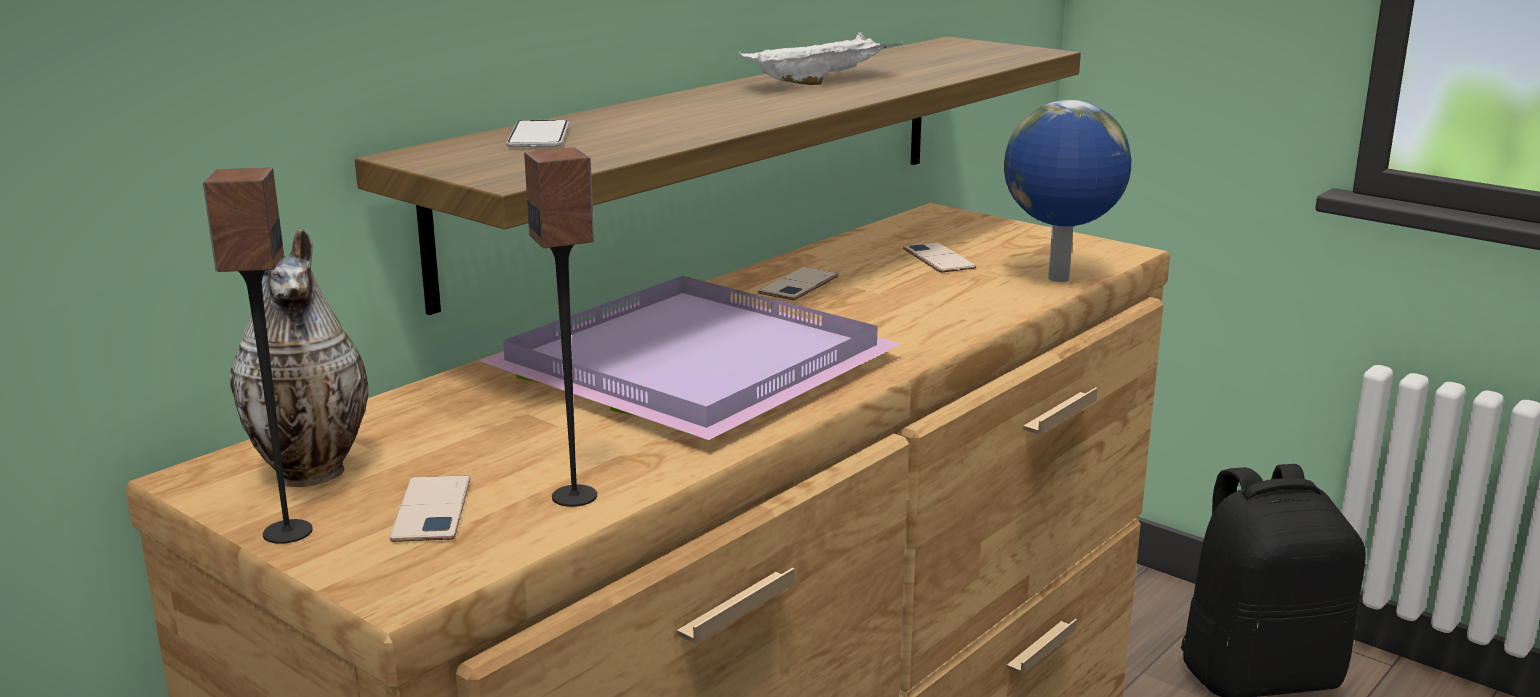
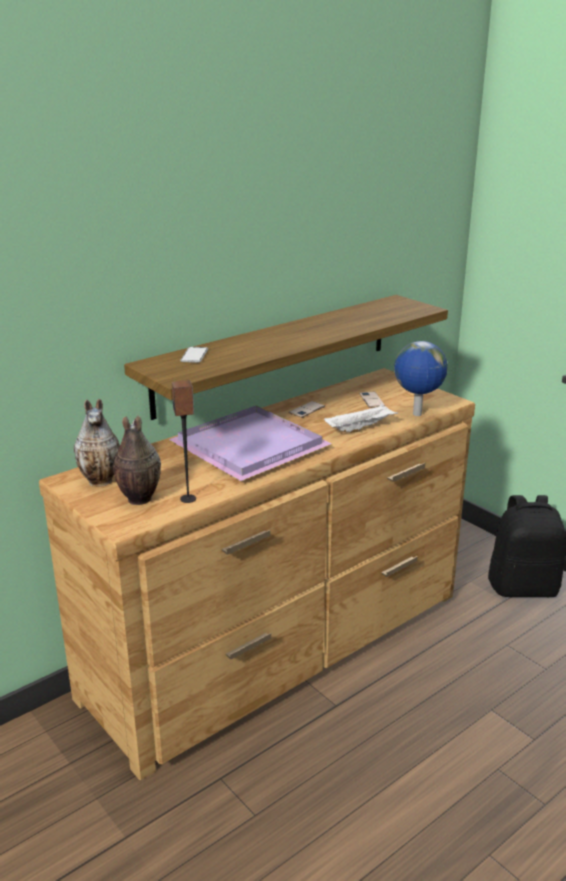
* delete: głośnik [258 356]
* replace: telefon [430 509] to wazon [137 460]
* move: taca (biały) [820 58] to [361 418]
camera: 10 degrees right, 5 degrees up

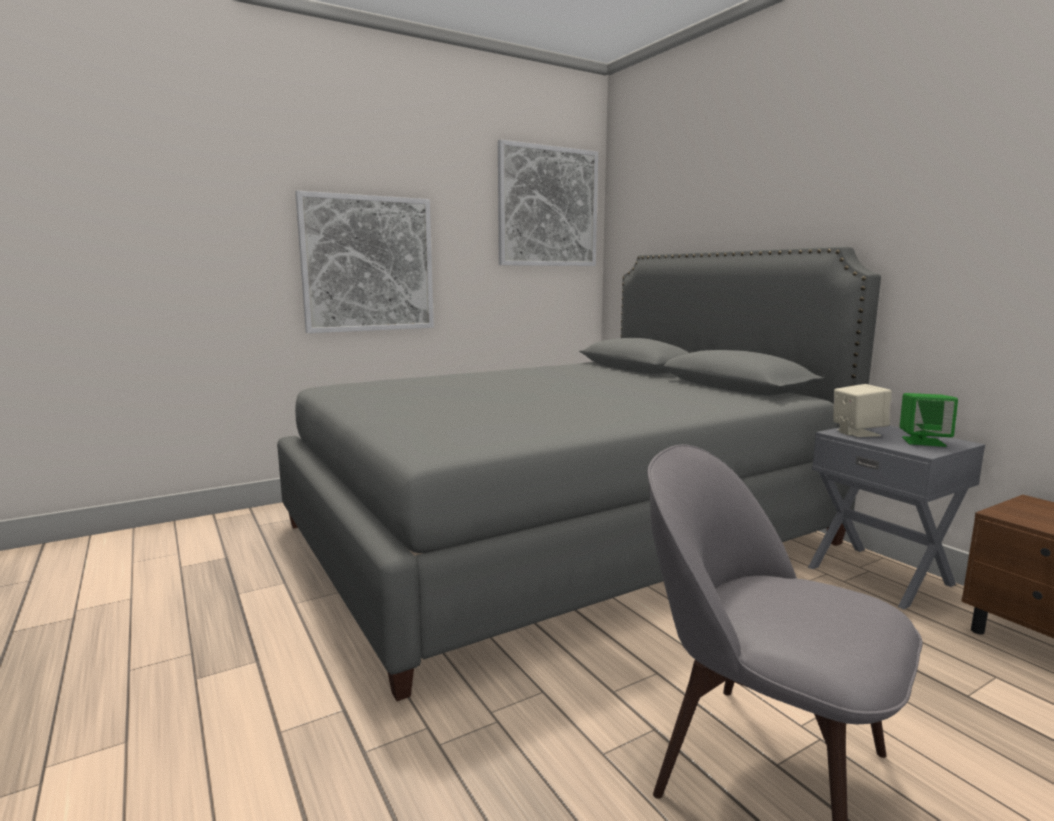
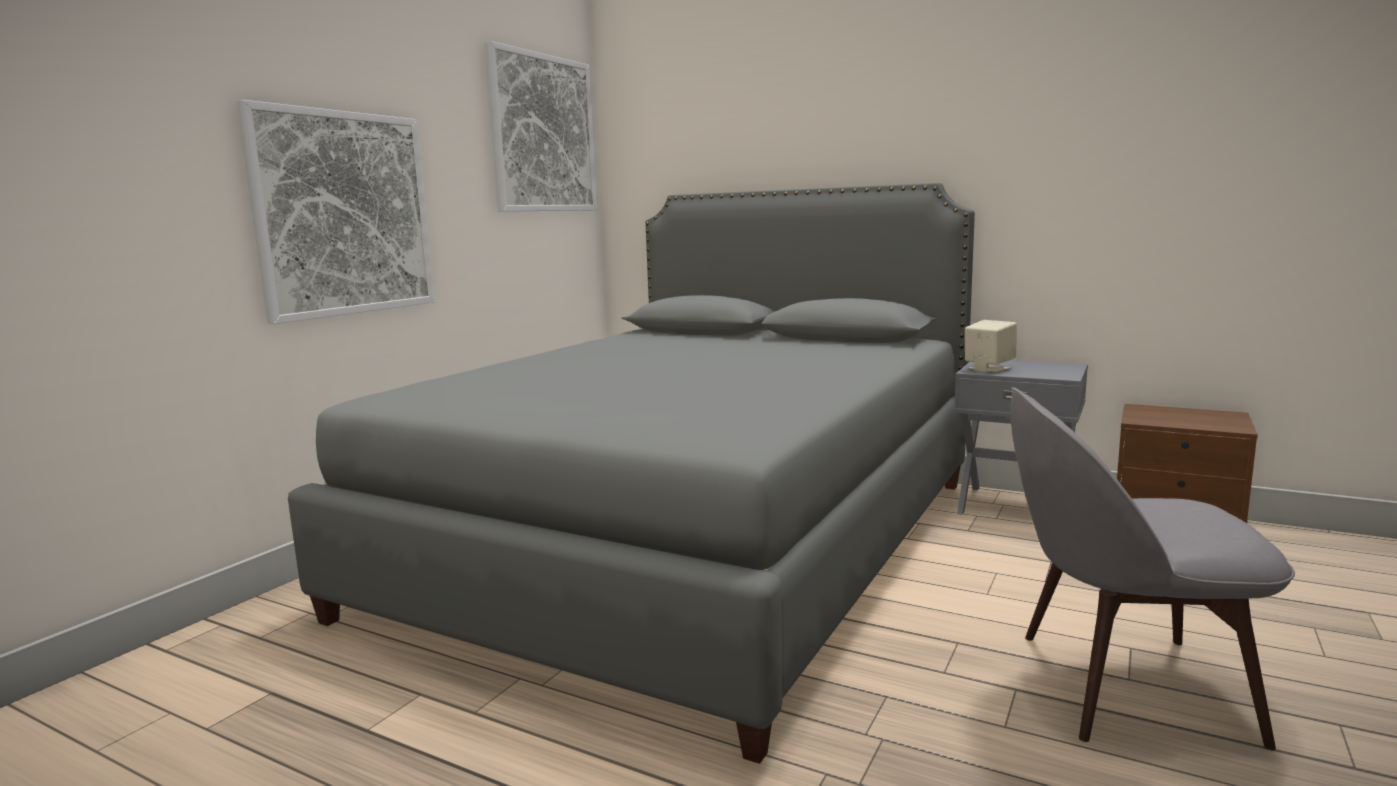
* delete: głośnik (zielony) [929 420]
camera: 30 degrees left, 0 degrees up

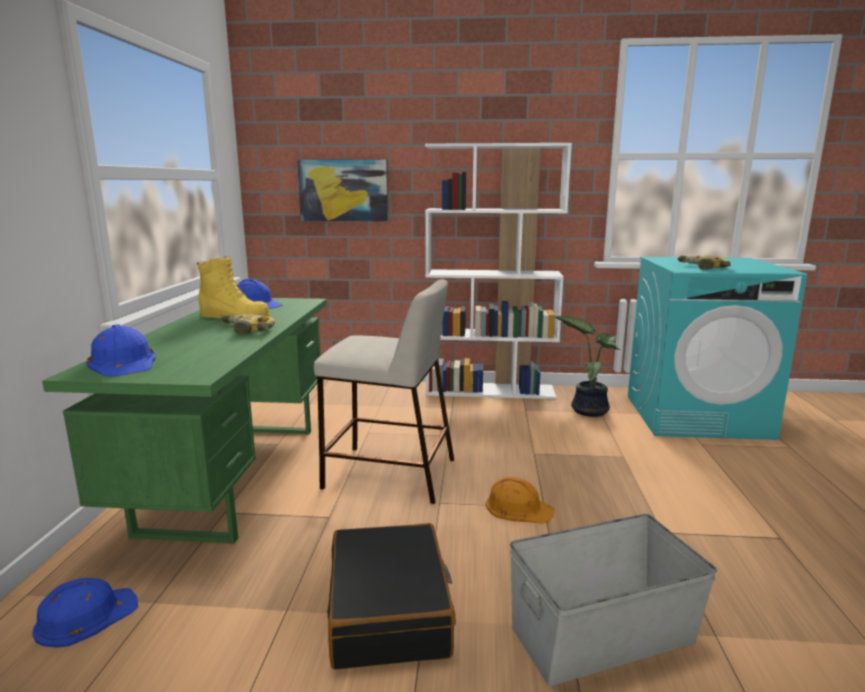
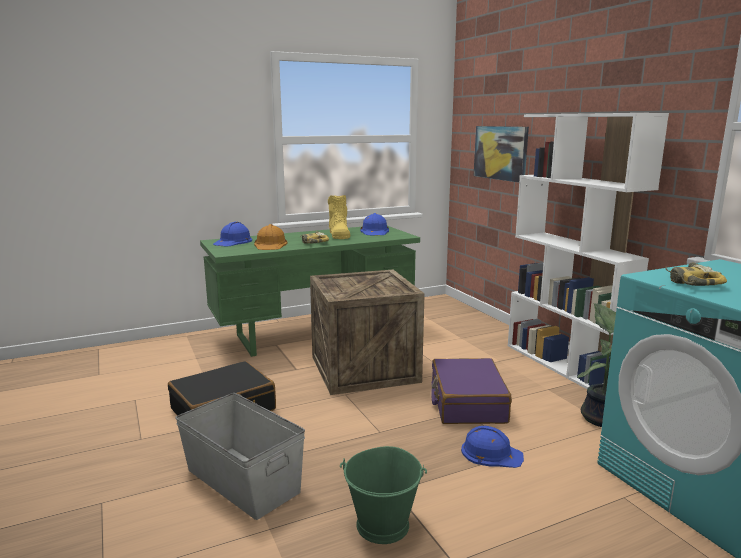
* move: kask (niebieski) [85 613] to [492 447]
* replace: stołek (beżowy) [384 391] to skrzynka [367 332]
* move: kask (pomarańczowy) [520 500] to [270 237]
* insert: wiadro (zielony) [383 495]
* insert: walizka (fioletowy) [471 391]
camera: 60 degrees right, 0 degrees up

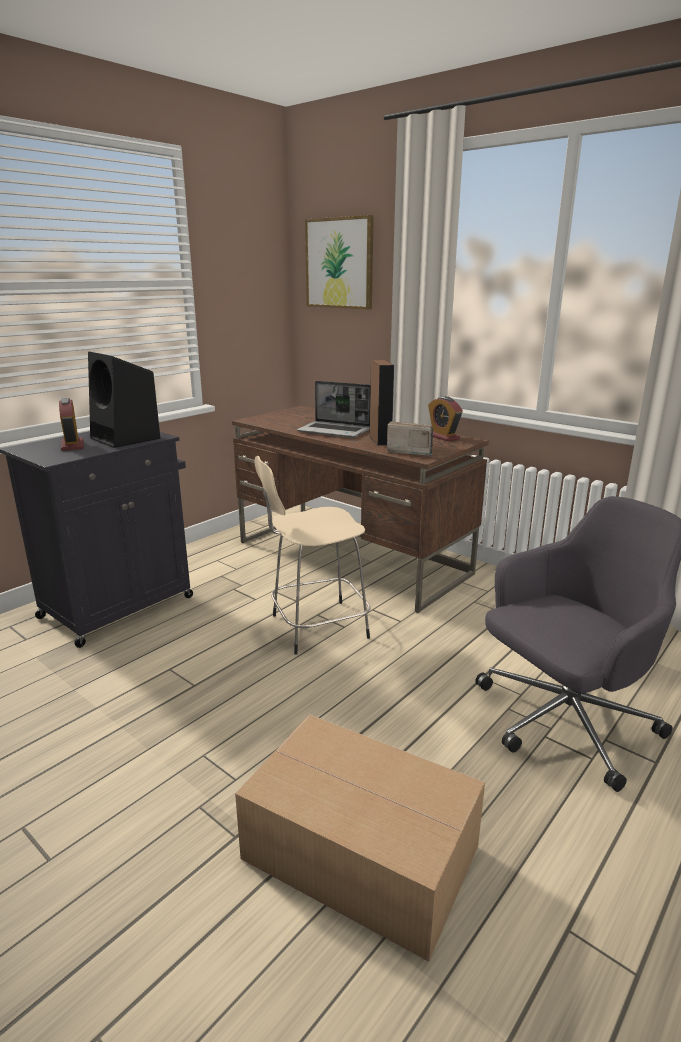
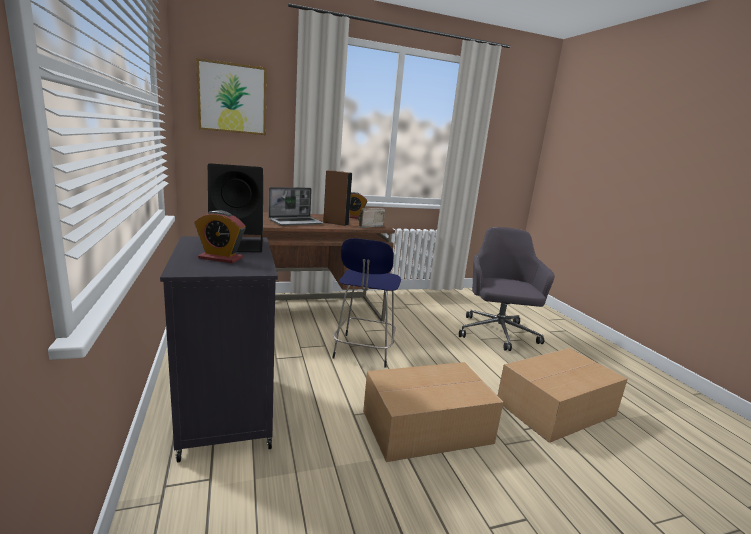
* recolor: stołek (beżowy) [312 555] to stołek (niebieski) [366 303]
* insert: karton [433 412]
camera: 60 degrees left, 5 degrees down

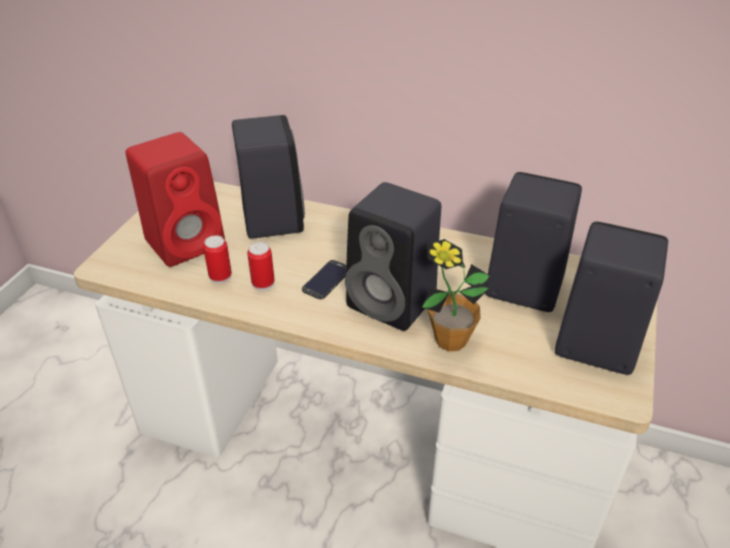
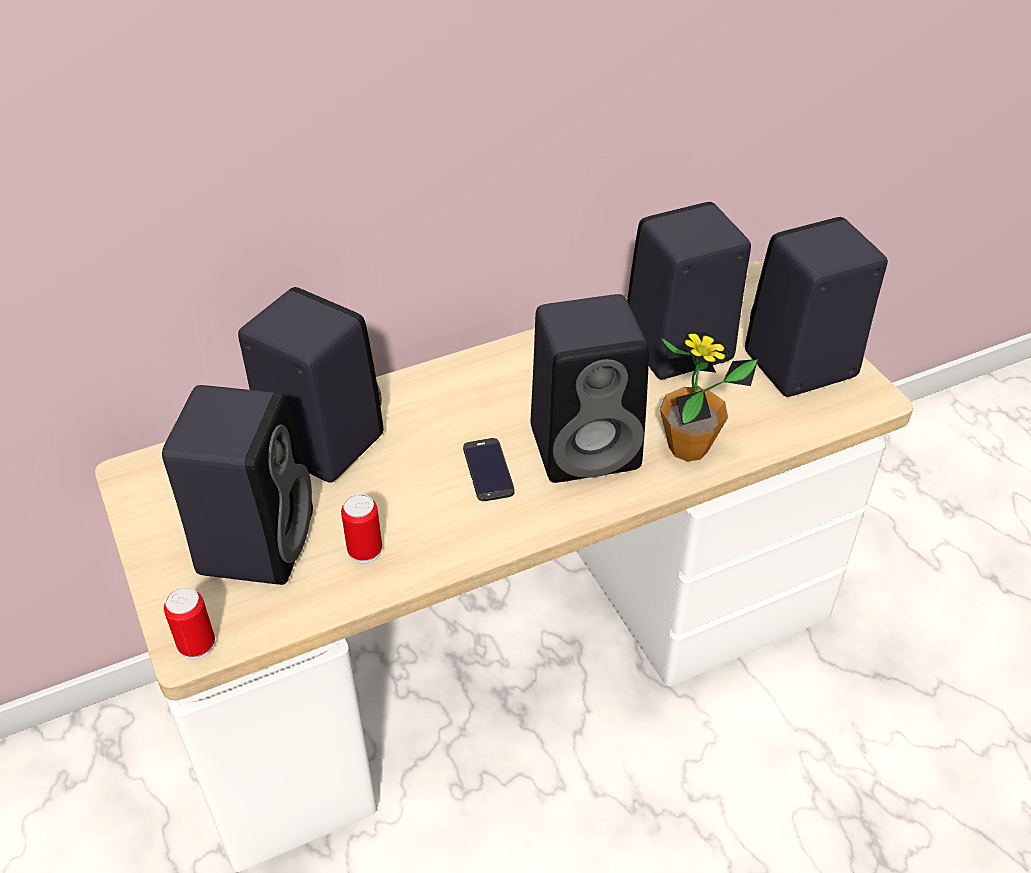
* recolor: głośnik (czerwony) [175 199] to głośnik (czarny) [237 485]
* move: puszka [261 266] to [189 623]
camera: 45 degrees left, 5 degrees up

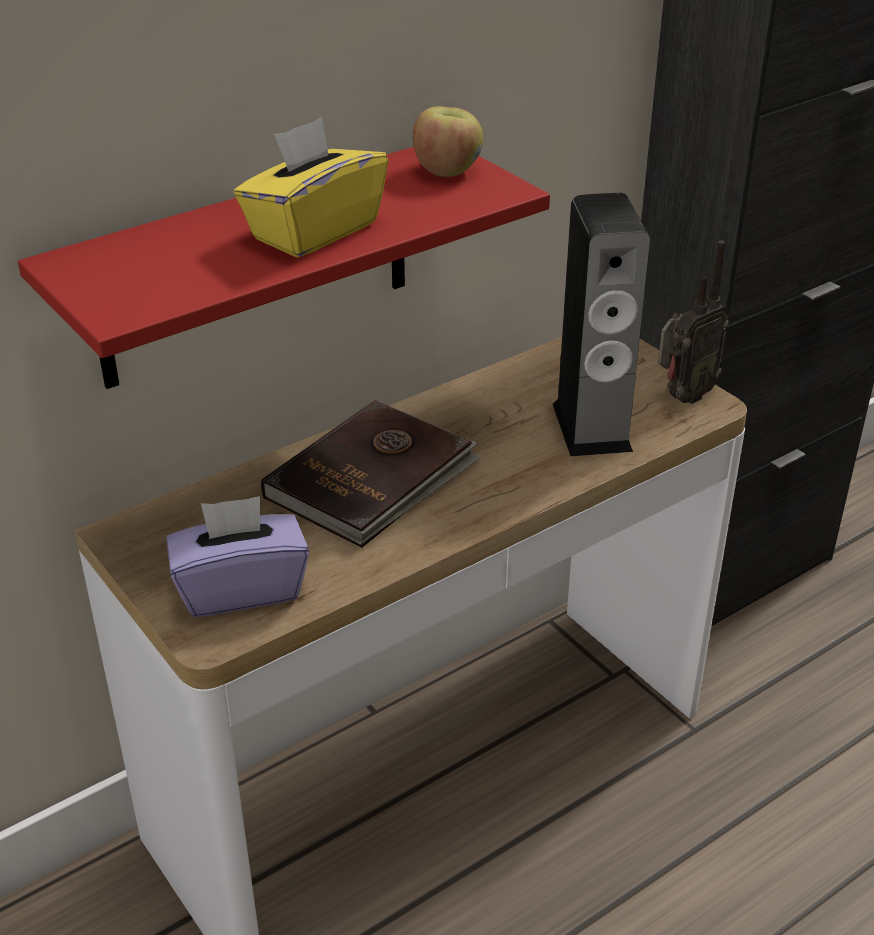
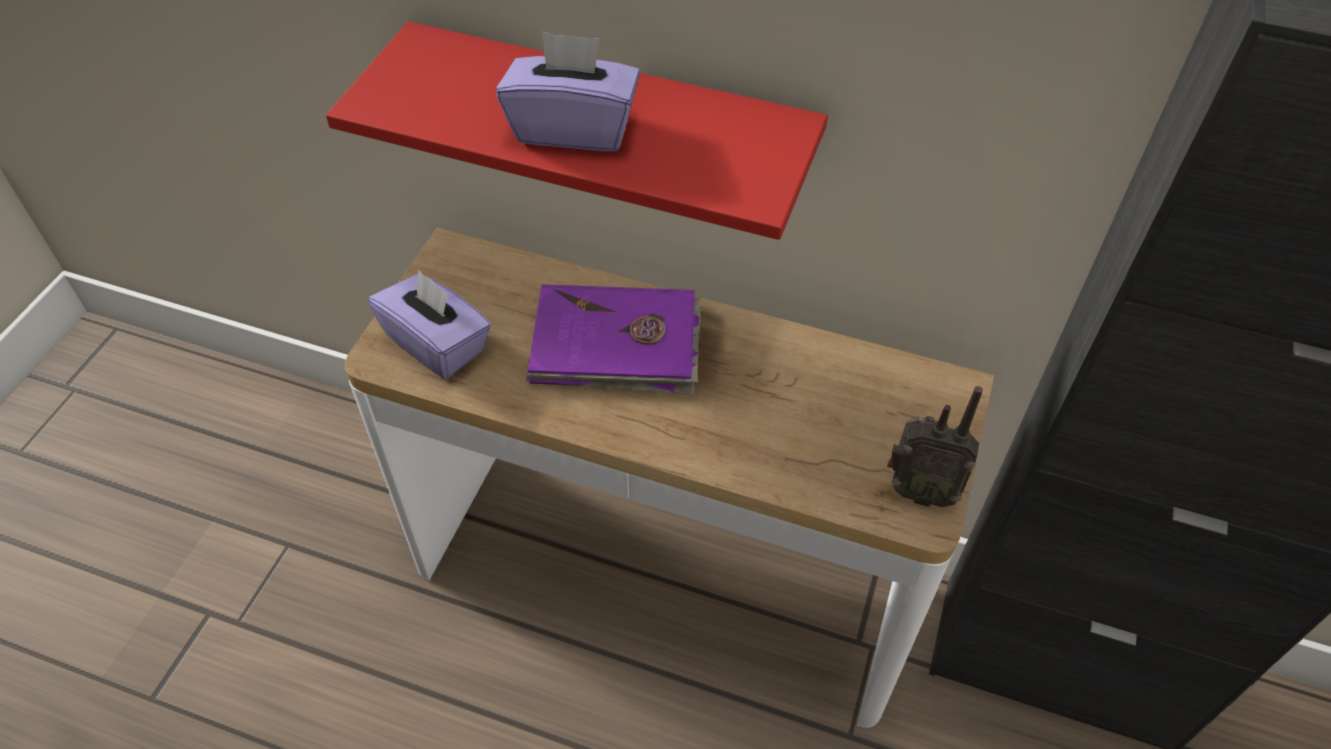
* recolor: pudełko chusteczek (żółty) [311 187] to pudełko chusteczek (fioletowy) [568 91]
* recolor: książka (brązowy) [371 474] to książka (fioletowy) [613 339]
* delete: jabłko [448 141]
* delete: głośnik [601 324]
camera: 55 degrees right, 15 degrees up

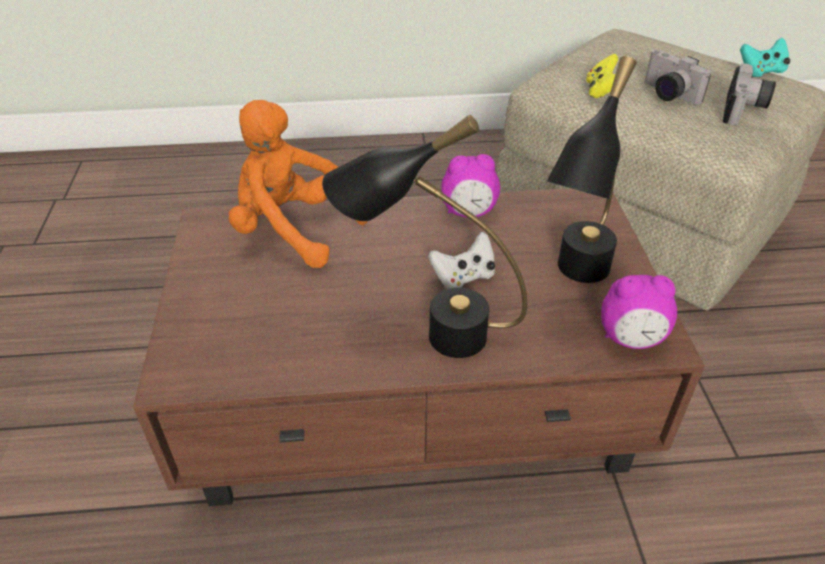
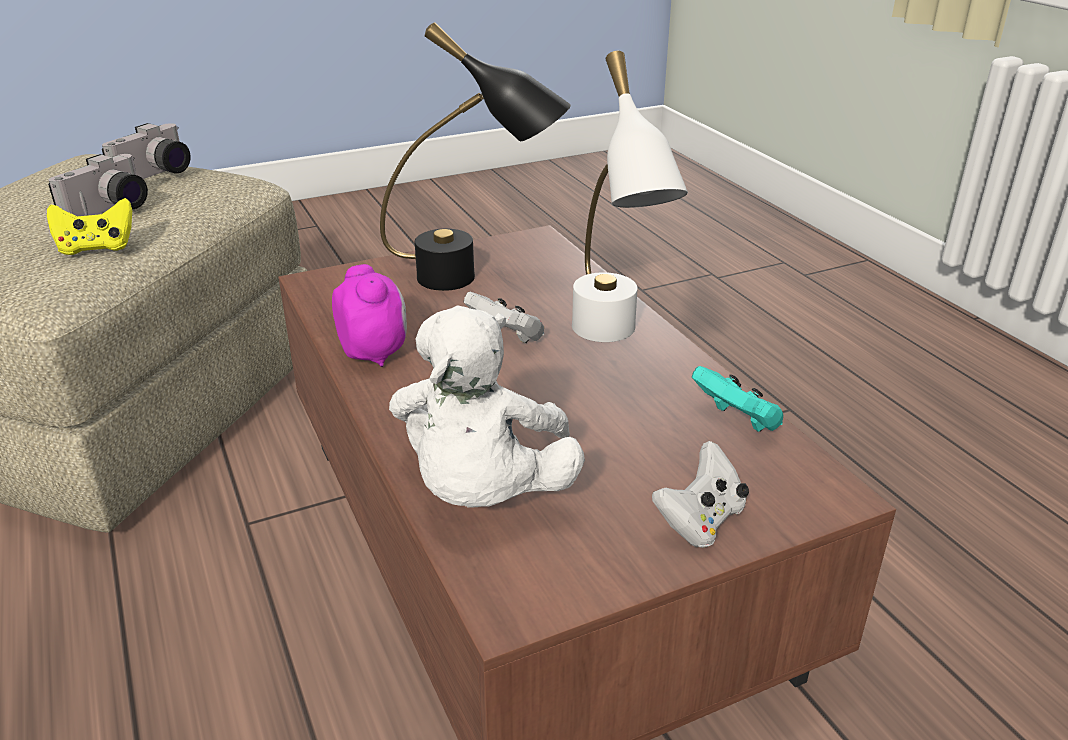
* recolor: pluszak (pomarańczowy) [298 184] to pluszak (biały) [487 406]
* recolor: lampa stołowa (czarny) [424 236] to lampa stołowa (biały) [630 196]
* delete: budzik [639 312]
* rotate: aparat fotograficzny [749 94] = [146 151] 120 degrees clockwise
* move: pad do gier (turkusowy) [765 57] to [737 399]
* insert: pad do gier (biały) [700 494]
camera: 110 degrees left, 10 degrees down

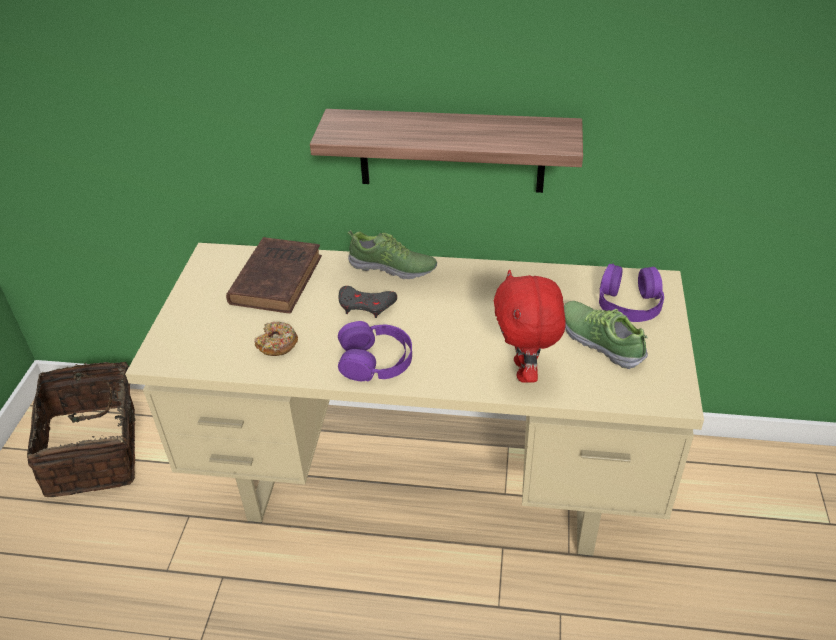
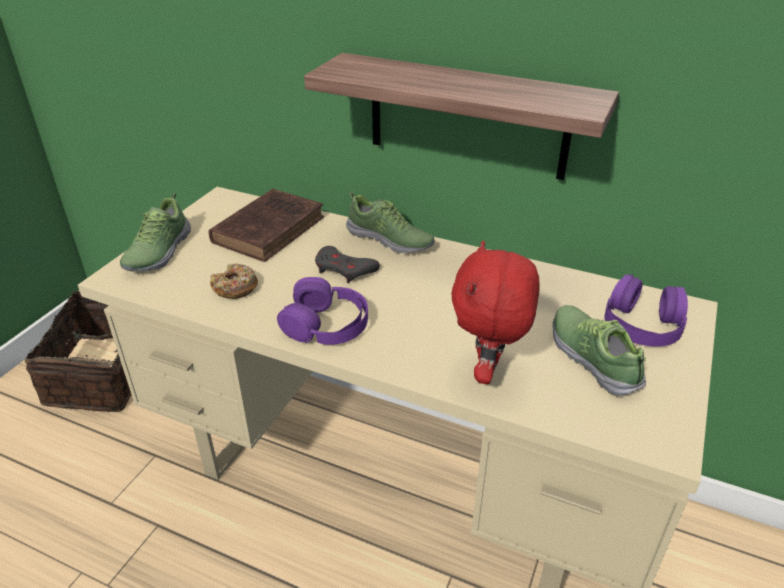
* insert: but [155 232]
camera: 15 degrees right, 5 degrees down

